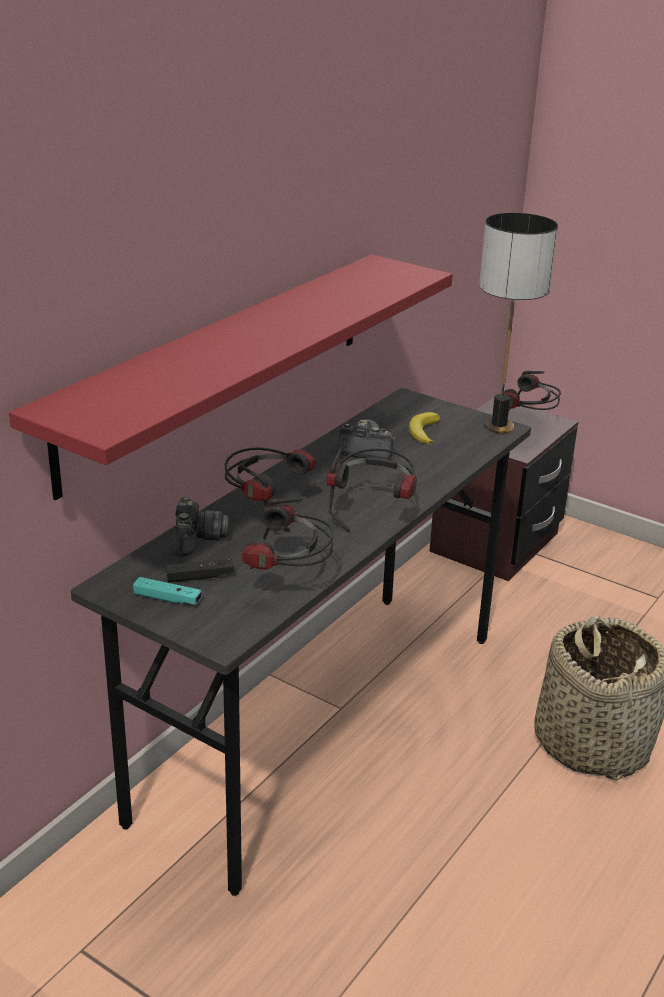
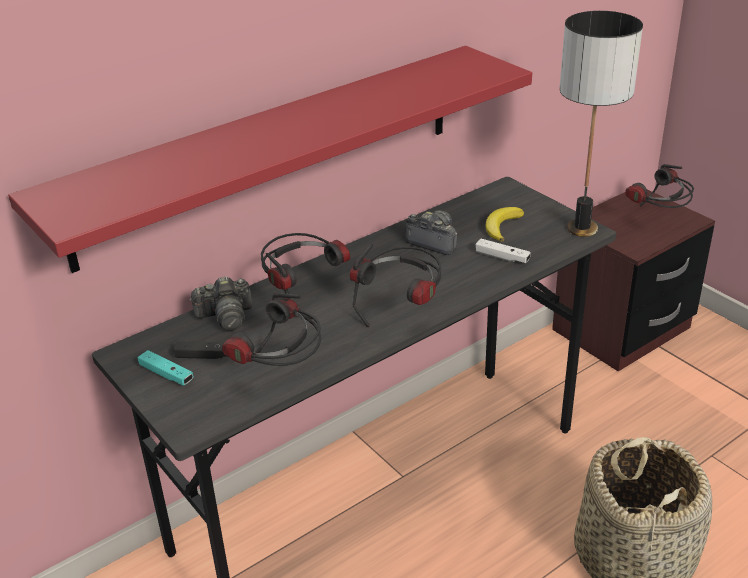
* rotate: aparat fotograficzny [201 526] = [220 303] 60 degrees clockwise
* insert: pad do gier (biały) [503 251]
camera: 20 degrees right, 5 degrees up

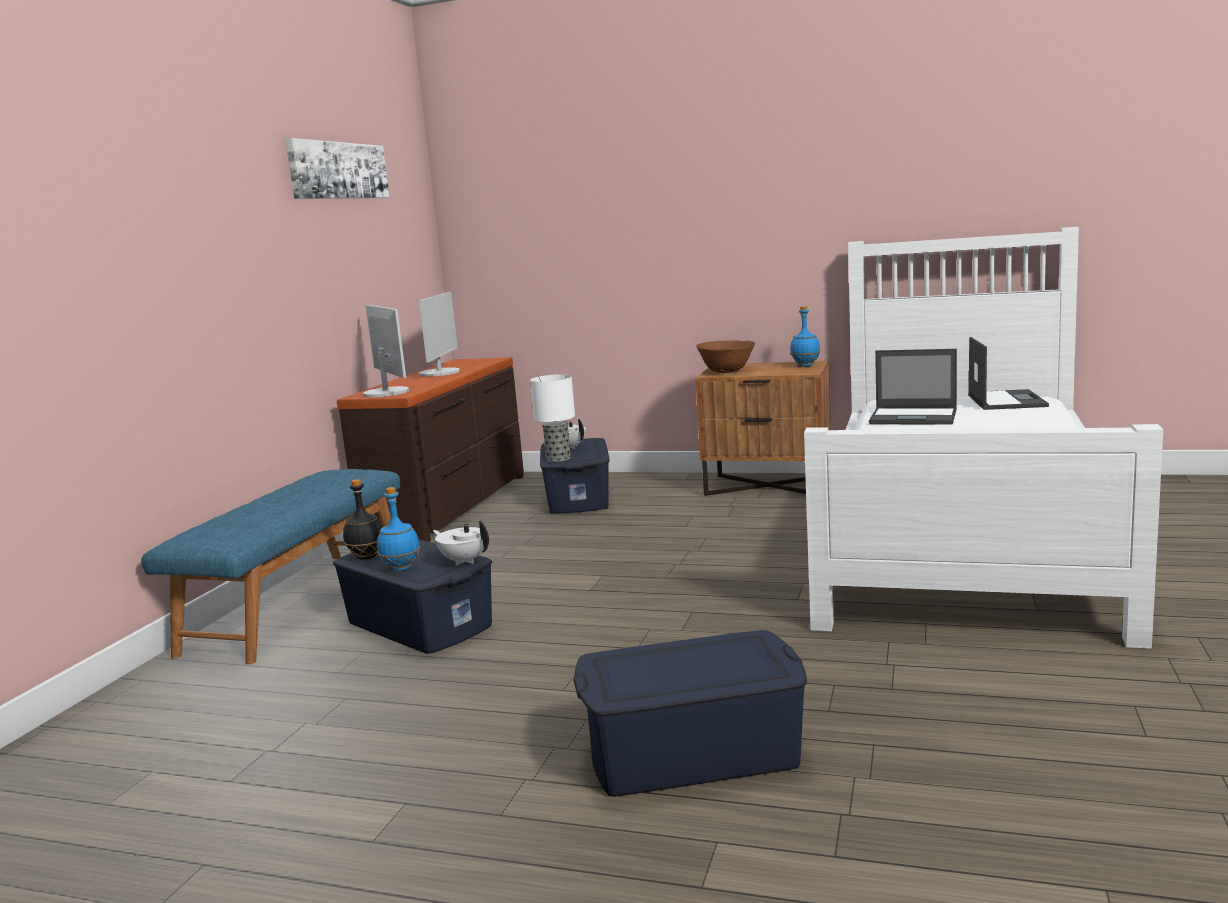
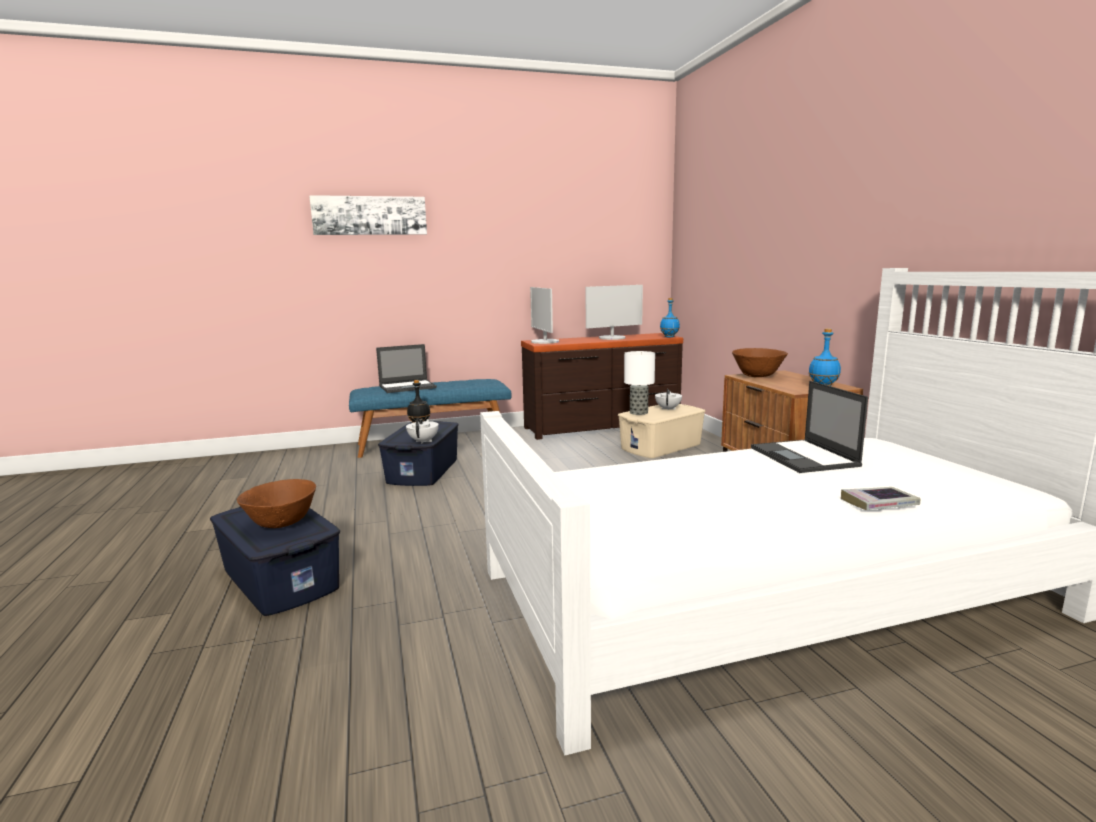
* move: obraz [337 168] to [368 215]
* rotate: monitor [386 351] = [544 315] 135 degrees clockwise
* move: butelka (niebieski) [398 529] to [670 317]
* recolor: pojemnik do przechowywania (niebieski) [575 476] to pojemnik do przechowywania (beżowy) [662 431]
* move: laptop [1008 373] to [406 368]
* insert: miska (brązowy) [276 503]
* insert: książka [880 498]
camera: 55 degrees right, 0 degrees up

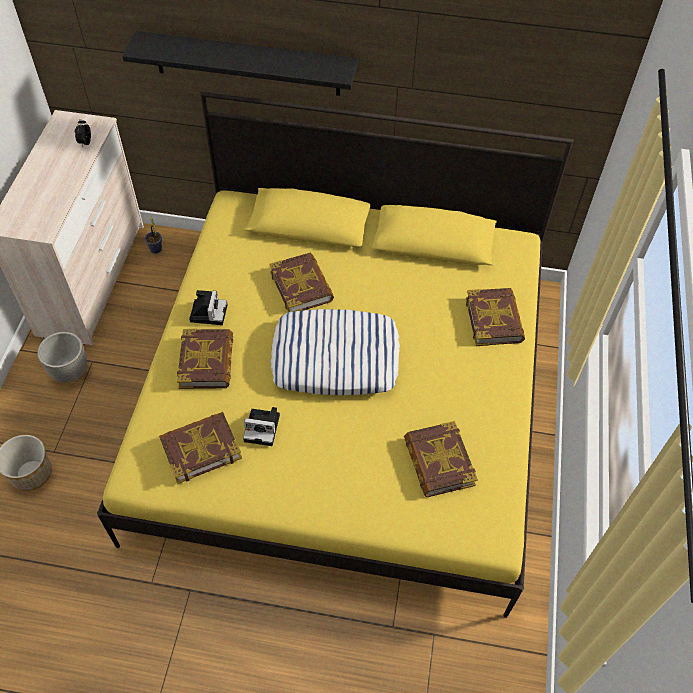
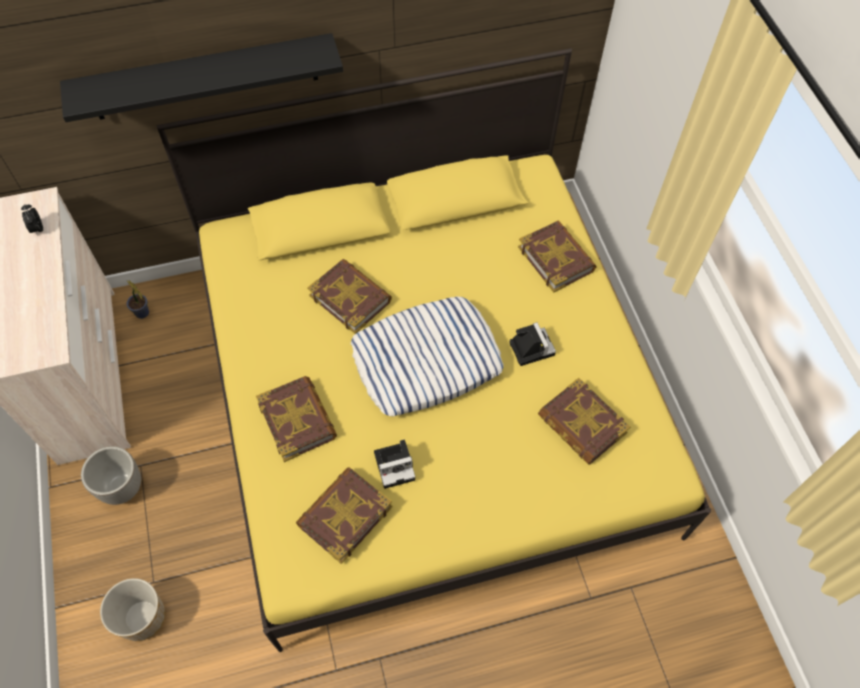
* move: aparat fotograficzny [208 307] to [533 344]
camera: 25 degrees left, 5 degrees up

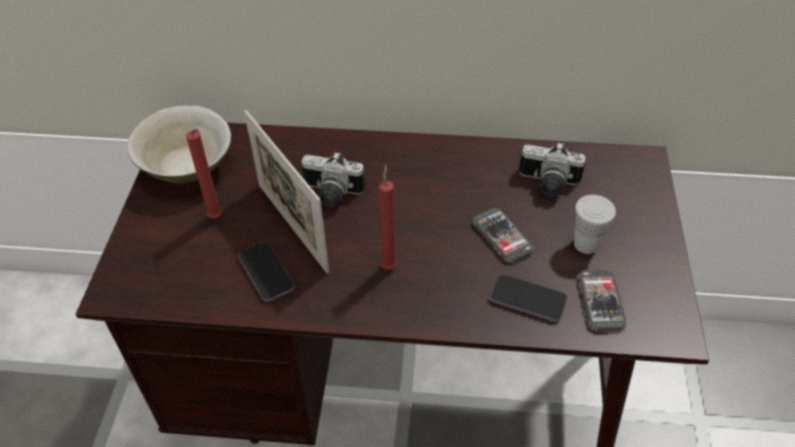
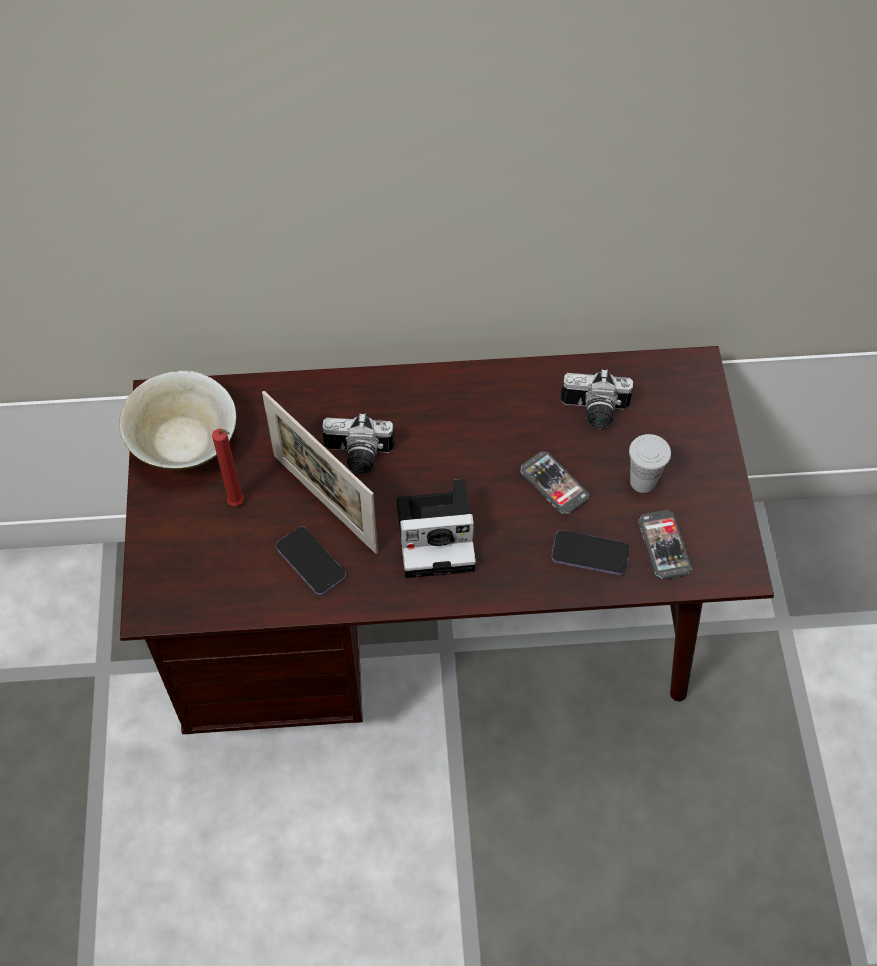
* replace: świeca (czerwony) [388 217] to aparat fotograficzny [436 528]
camera: 10 degrees left, 10 degrees up

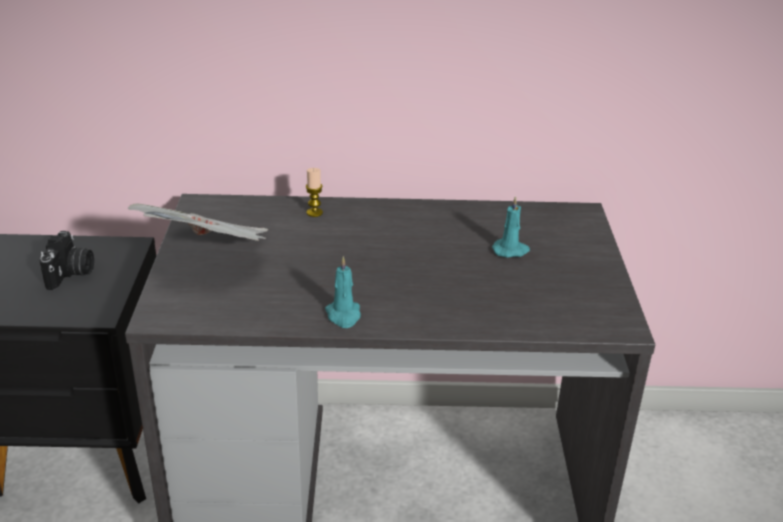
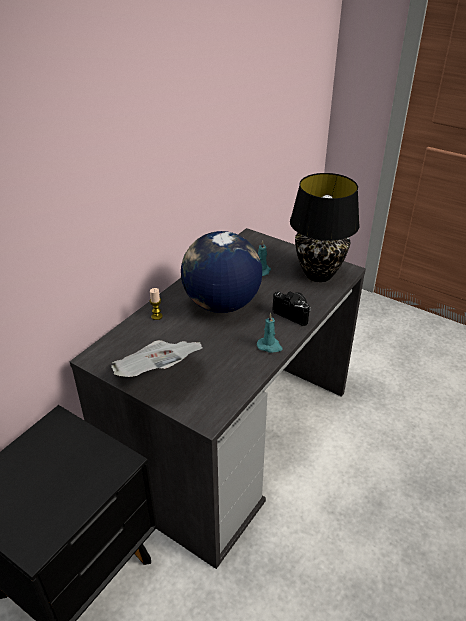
* move: aparat fotograficzny [67 260] to [291 309]
* insert: globus [221 272]
* insert: lampa stołowa (czarny) [325 227]
camera: 55 degrees left, 5 degrees up

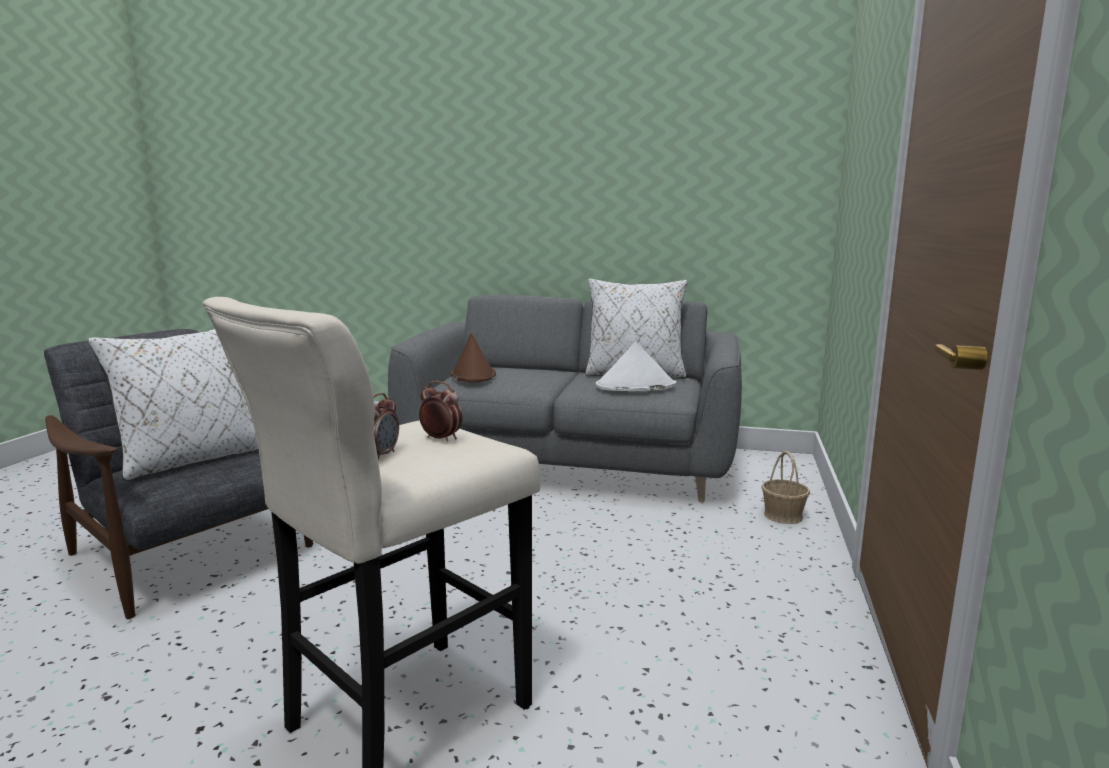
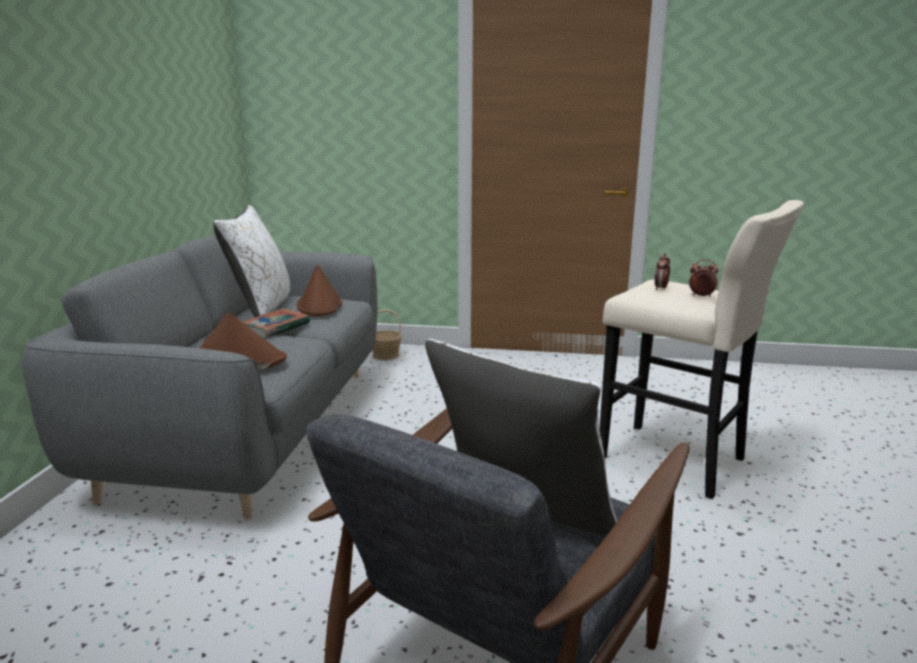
* recolor: kapelusz (biały) [636 366] to kapelusz (brązowy) [319 290]
* insert: książka [276 323]
camera: 95 degrees left, 5 degrees up

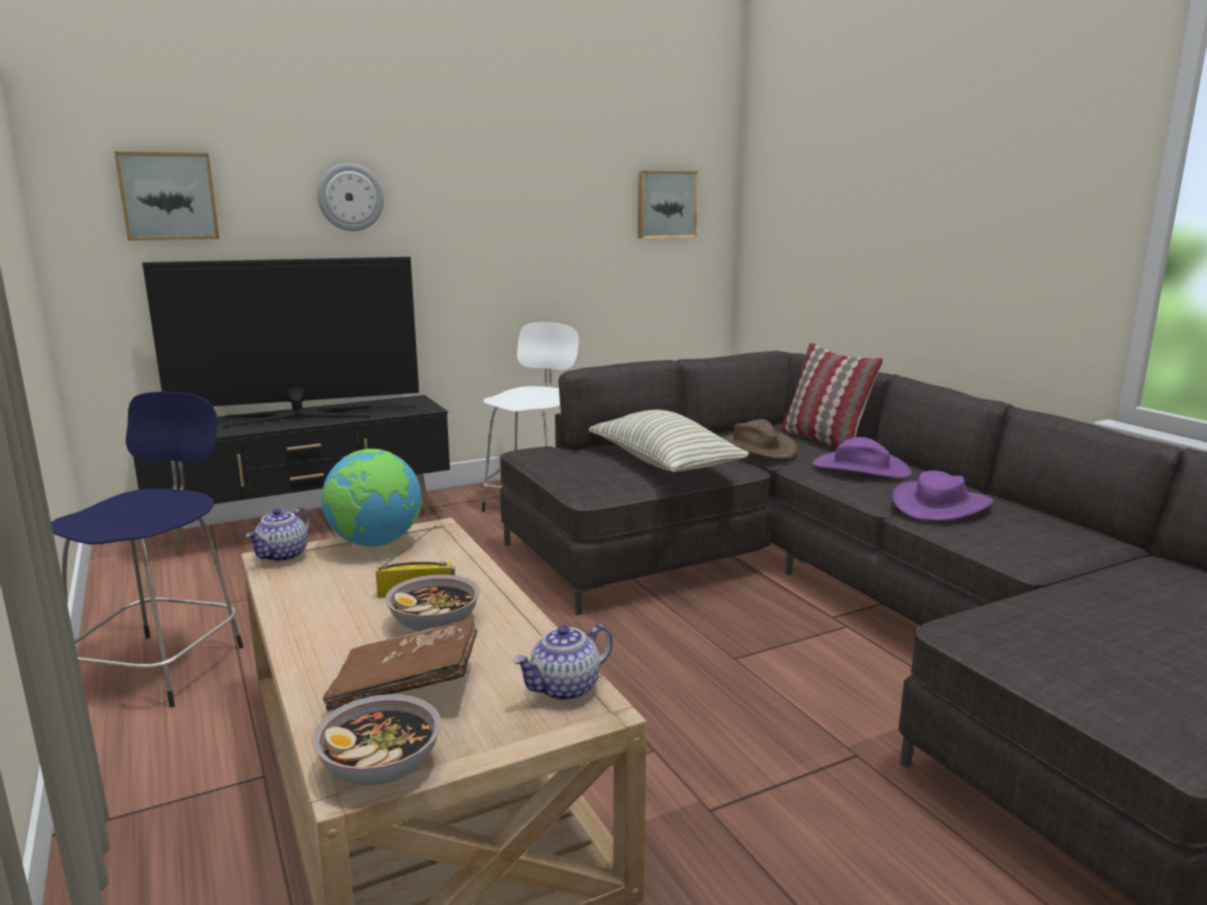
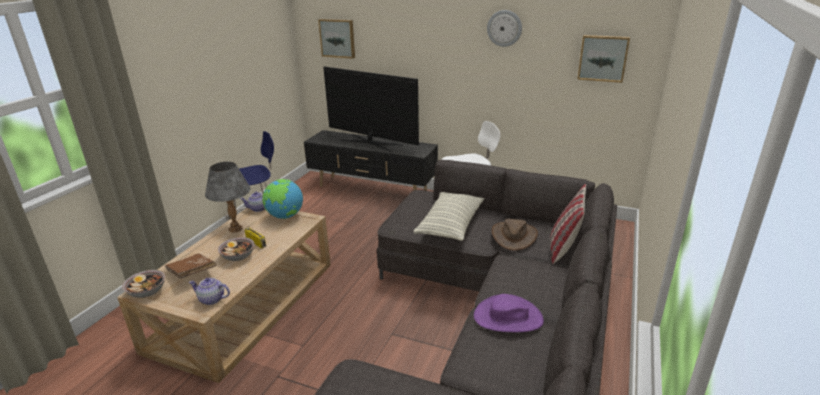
* move: zegar ścienny [350 197] to [504 28]
* delete: kapelusz (fioletowy) [862 457]
* insert: lampa stołowa (szary) [228 197]
camera: 50 degrees right, 10 degrees up

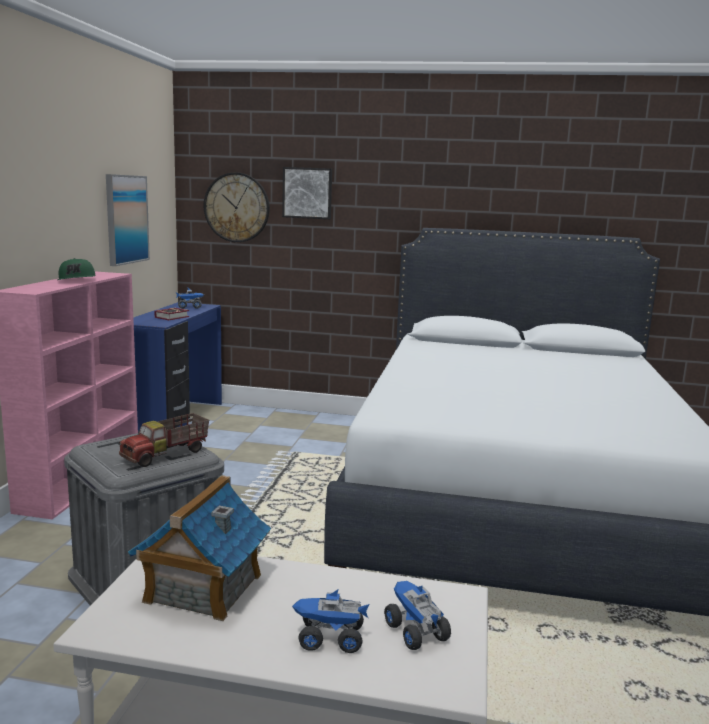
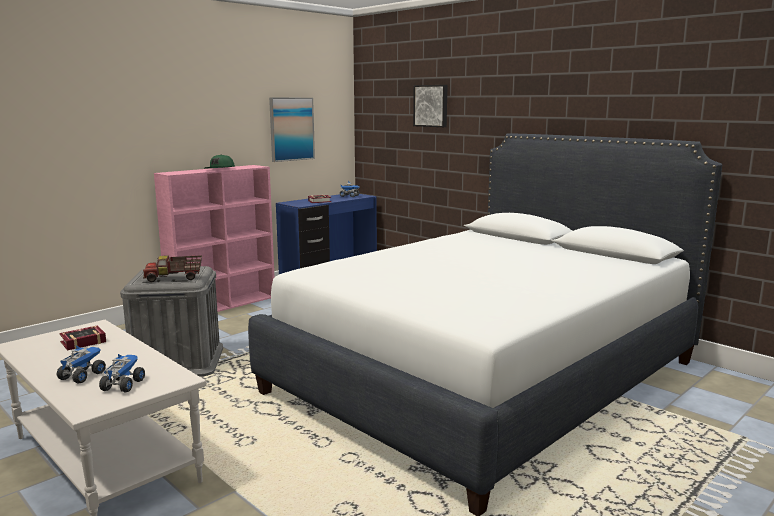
* replace: domek [199 548] to książka [82 338]
* delete: zegar ścienny [237 207]
* rotate: ciężarówka zabawkowa [330 621] = [81 365] 75 degrees clockwise
camera: 35 degrees right, 0 degrees up

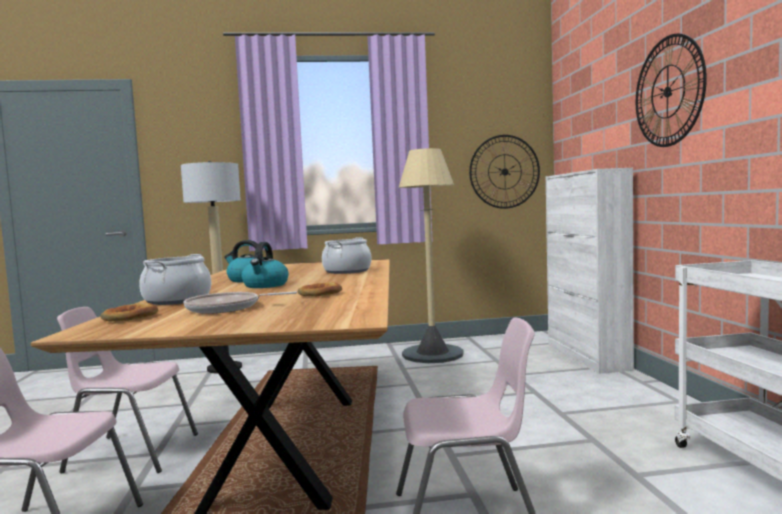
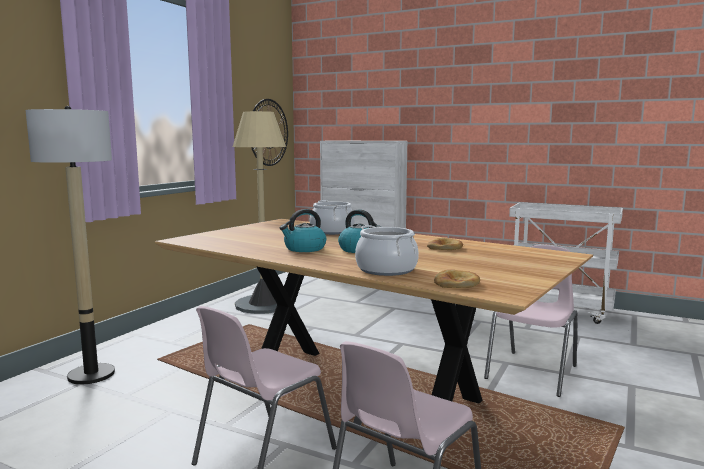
* delete: patelnia [240 303]
* delete: zegar ścienny [671 90]
camera: 55 degrees left, 5 degrees up

